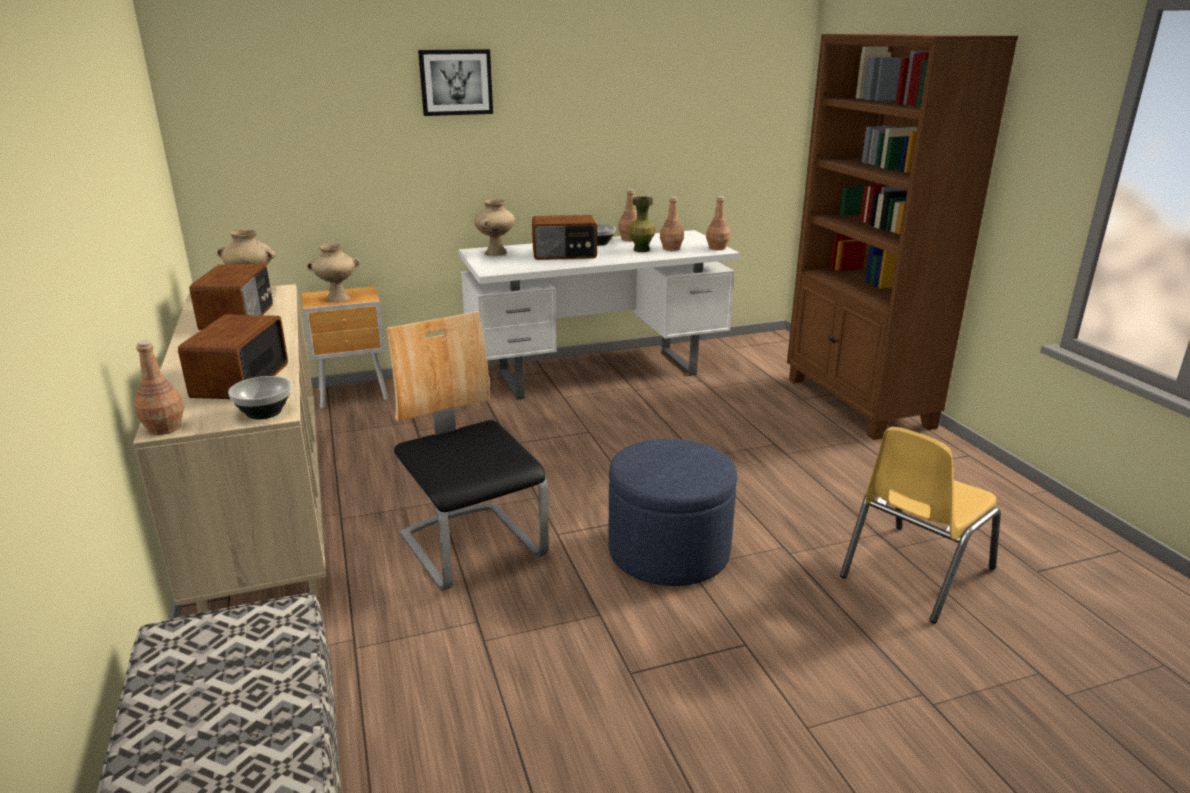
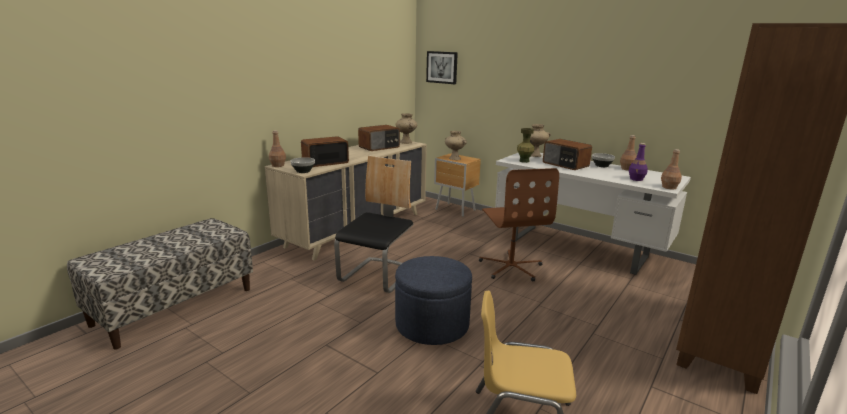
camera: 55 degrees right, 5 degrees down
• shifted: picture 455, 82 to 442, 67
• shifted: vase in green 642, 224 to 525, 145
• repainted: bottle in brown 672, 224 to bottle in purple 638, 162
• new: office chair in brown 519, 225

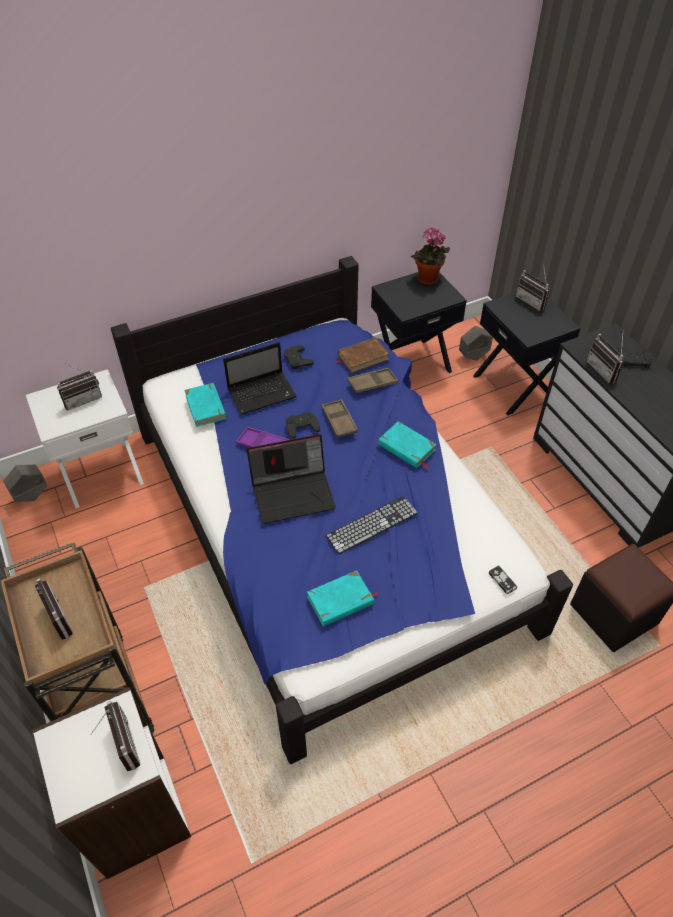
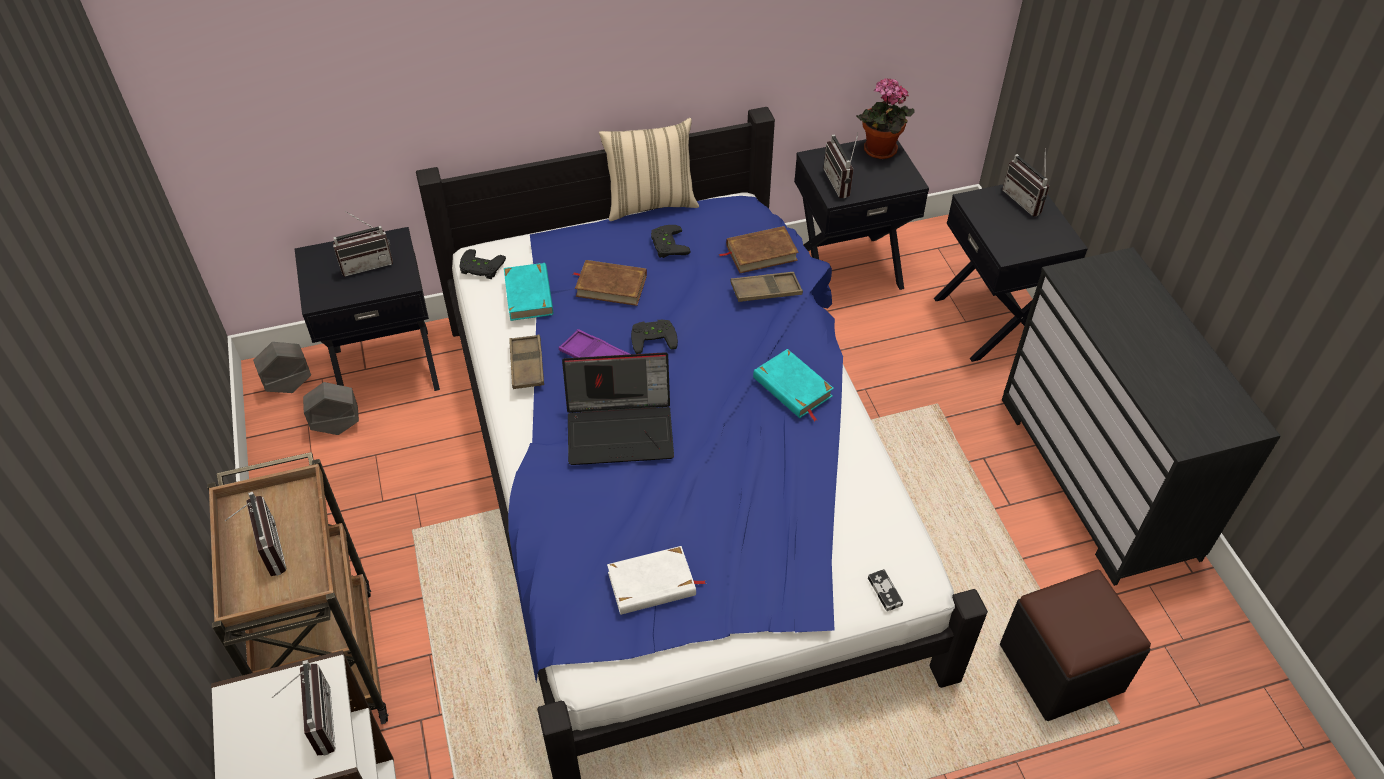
camera: 10 degrees right, 0 degrees up
• repainted: nightstand in white 85, 438 to nightstand in black 367, 309
• swapped: laptop 260, 378 to book in brown 610, 283
• repainted: book in turquoise 343, 598 to book in white 656, 580
• shifted: tray in brown 340, 418 to 526, 361
• gone: keyboard 371, 525
• shifted: planter in grey 476, 343 to 331, 408
• shifted: radio 605, 359 to 841, 165
• shifted: game controller in black 635, 358 to 483, 264
• new: pillow in beige 649, 169

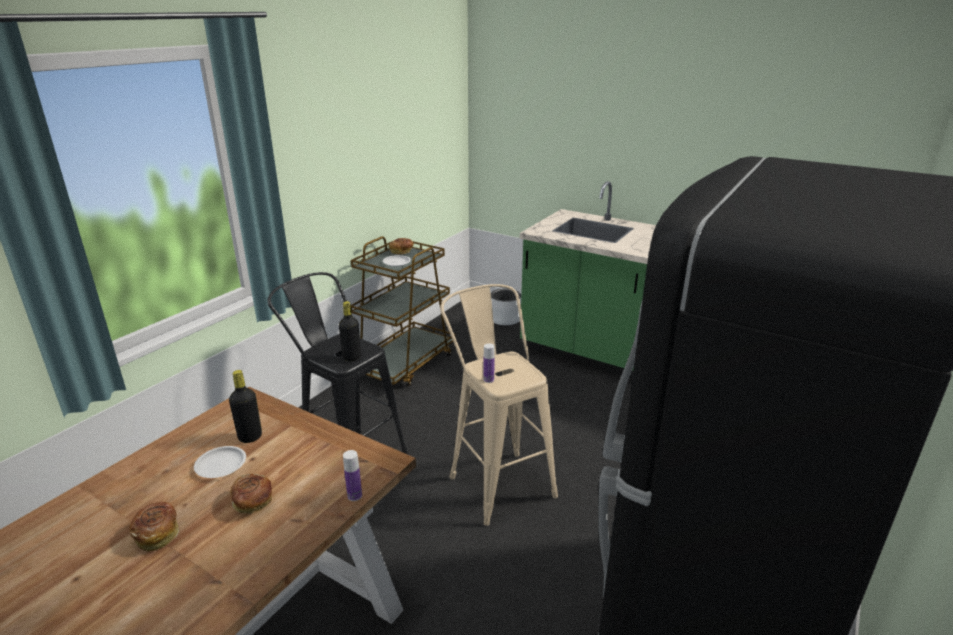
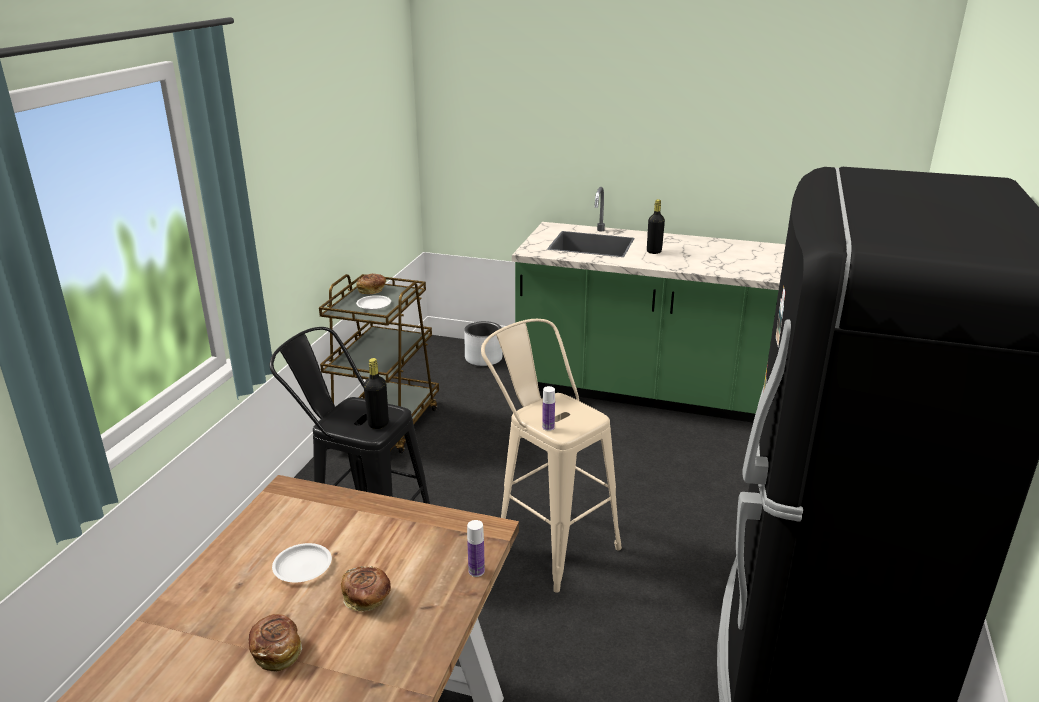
camera: 15 degrees left, 0 degrees up
• shifted: bottle in black 245, 406 to 656, 226

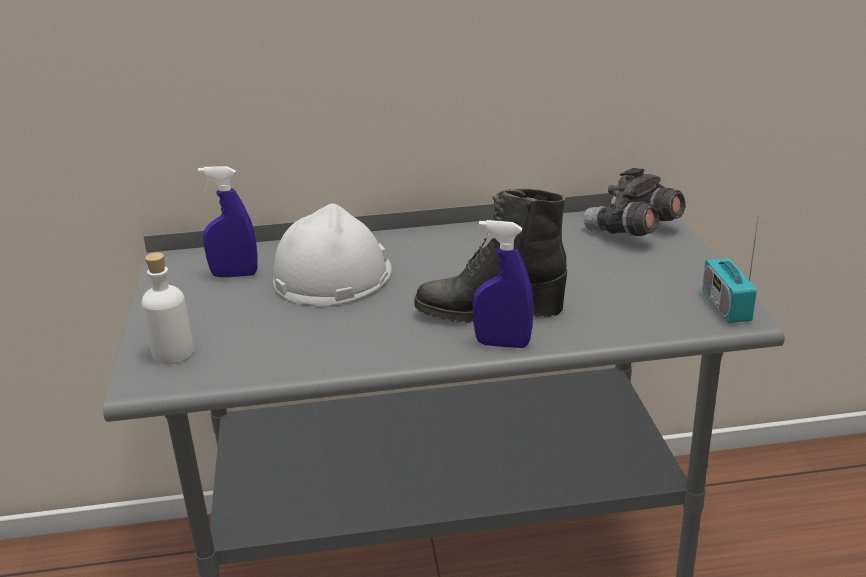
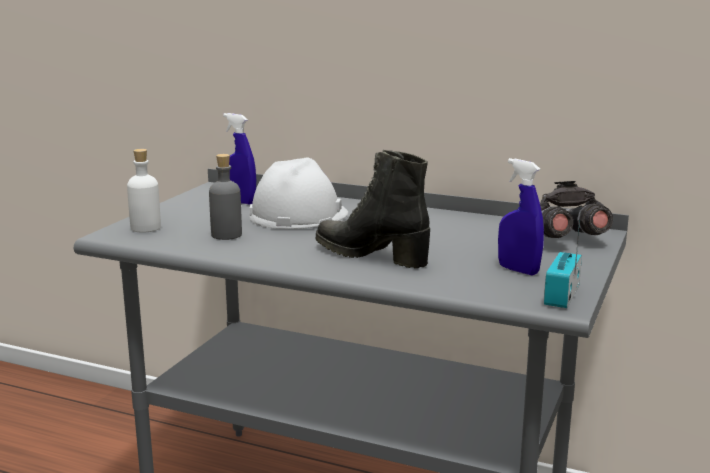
camera: 30 degrees right, 10 degrees down
• shifted: spray bottle in blue 503, 284 to 521, 216
• new: bottle in grey 225, 197

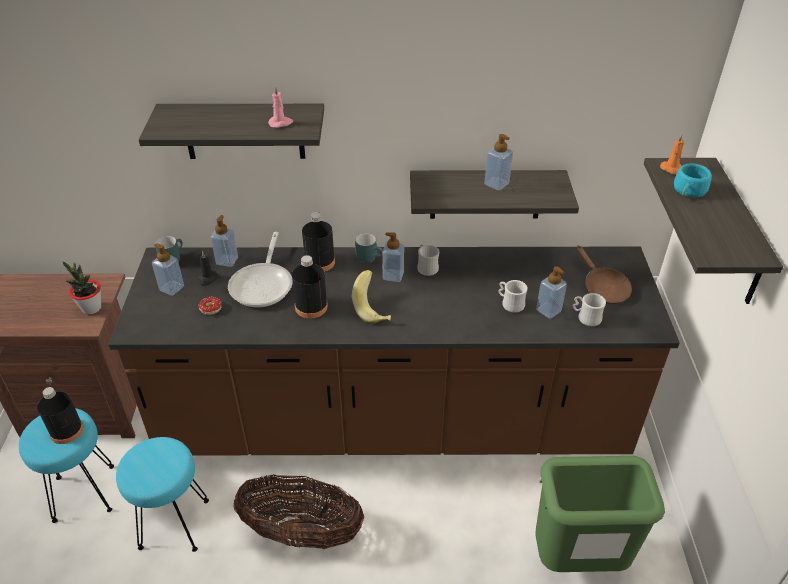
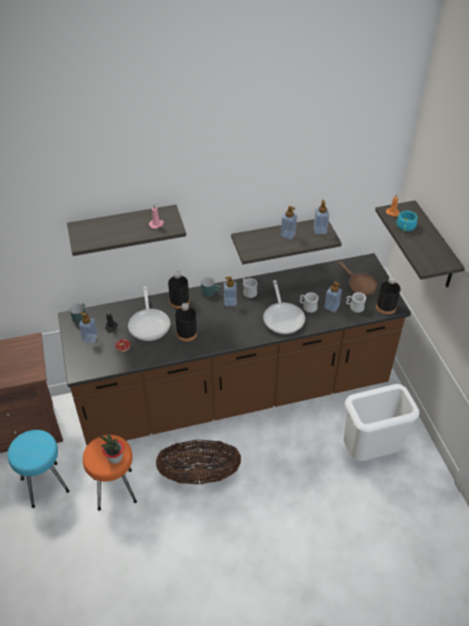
camera: 15 degrees left, 5 degrees up
• shifted: bottle in black 60, 415 to 388, 296
• shifted: potted plant 81, 287 to 112, 449
• repainted: stool in turquoise 162, 494 to stool in orange 110, 473
• shifted: soap dispenser 224, 241 to 321, 217
• gone: banana 371, 296
• repainted: trash can in green 600, 514 to trash can in white 381, 422
• new: frying pan 284, 307

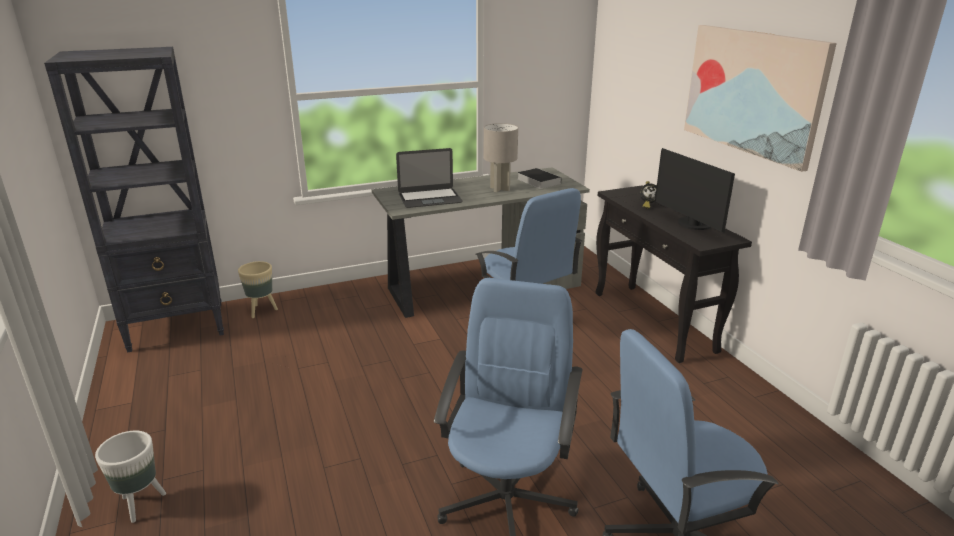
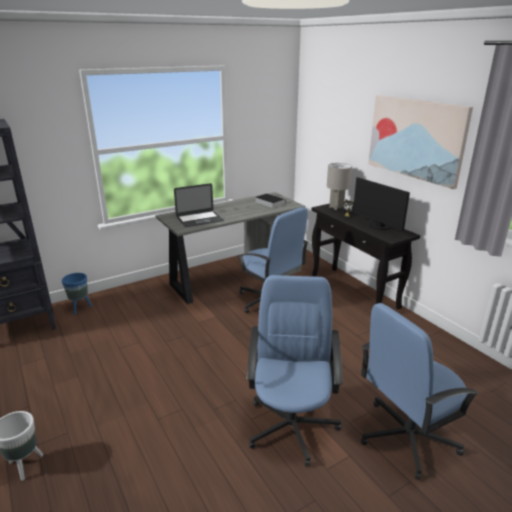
camera: 10 degrees left, 0 degrees up
• repainted: planter in beige 258, 289 to planter in blue 77, 294
• shifted: table lamp in grey 501, 157 to 339, 186

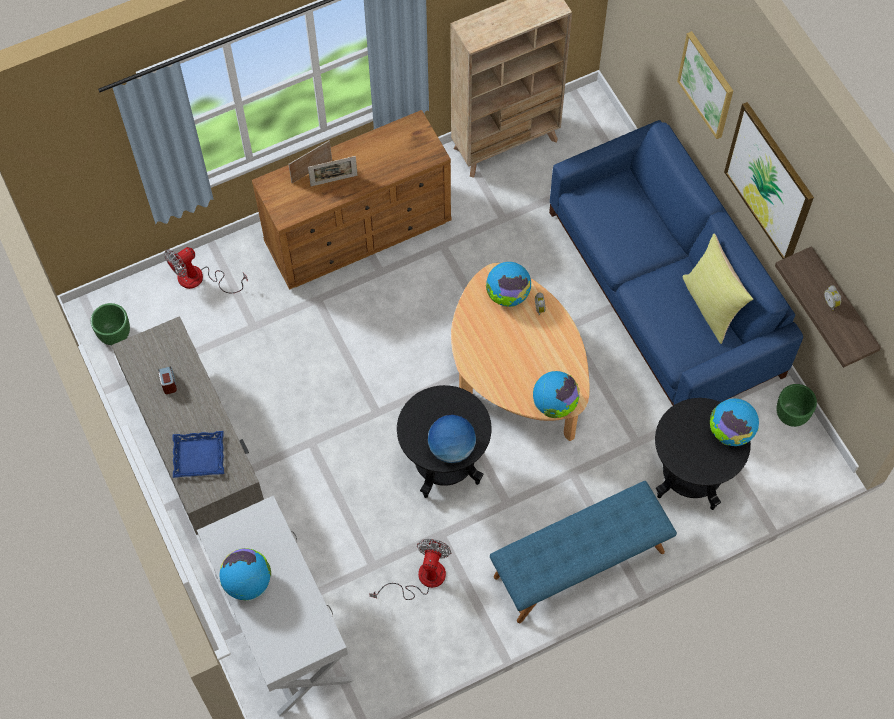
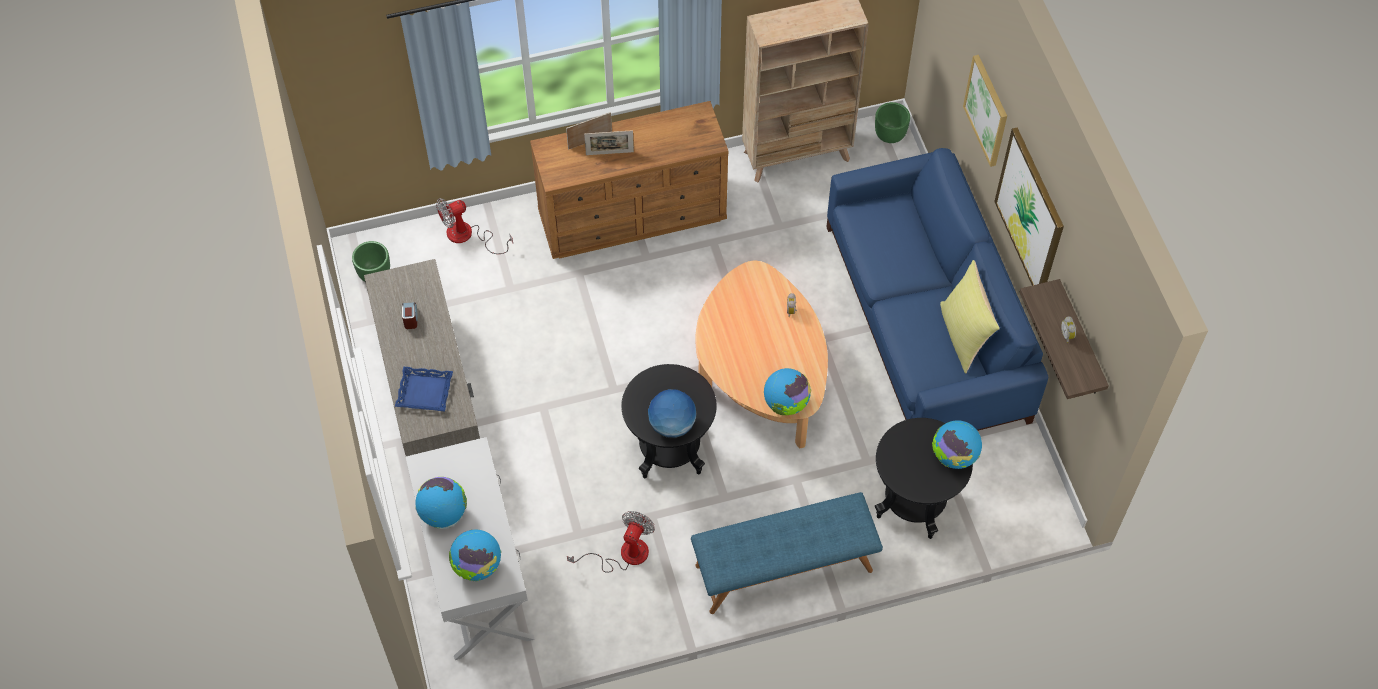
camera: 10 degrees right, 5 degrees down
• shifted: globe 508, 284 to 475, 555
• shifted: planter in green 797, 405 to 892, 122

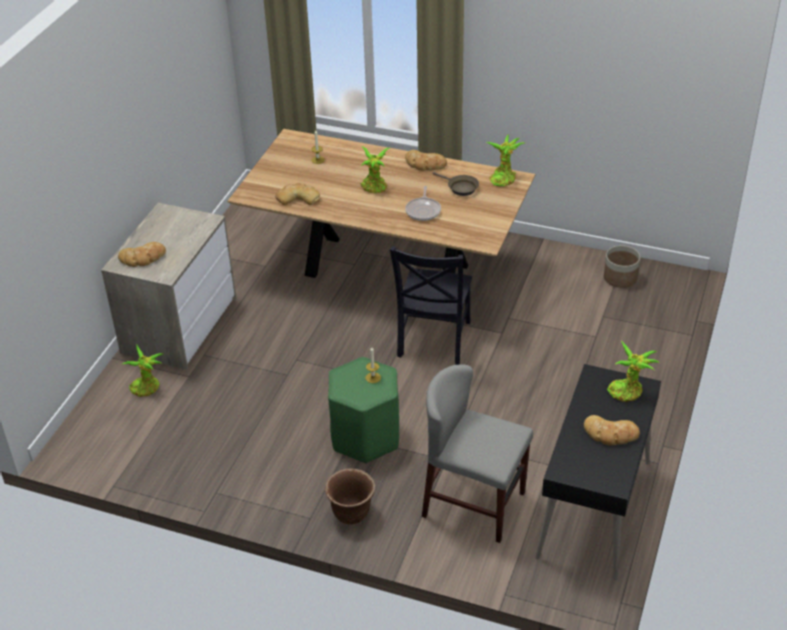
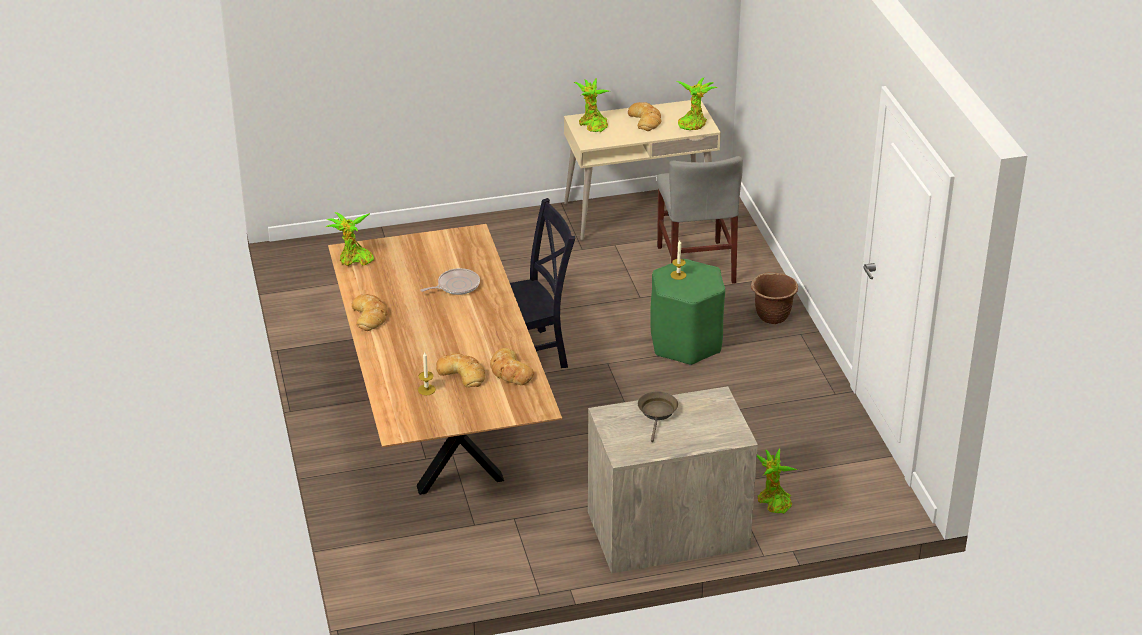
camera: 125 degrees left, 5 degrees down
• shifted: bread 142, 254 to 460, 370
• shifted: potted plant 374, 169 to 697, 104
• shifted: frying pan in brown 456, 184 to 658, 416
• repainted: desk in black 598, 472 to desk in beige 642, 170
• gone: planter 622, 266

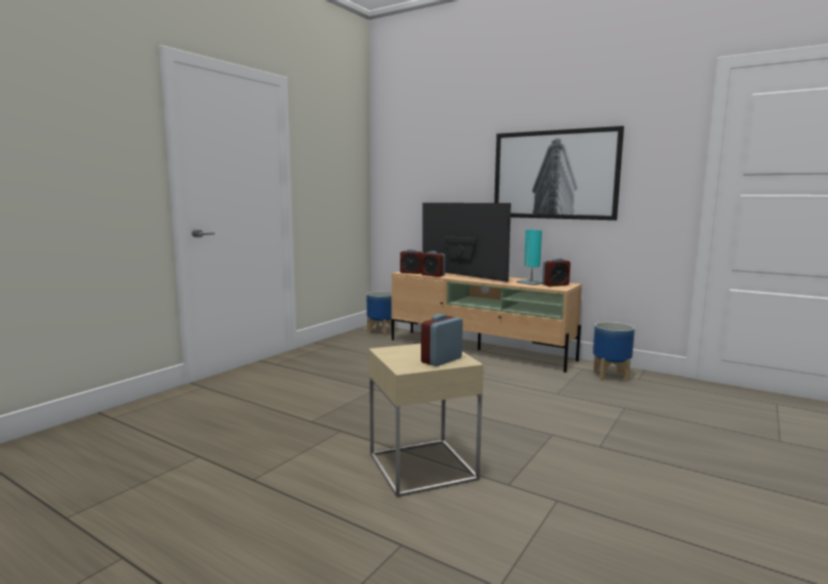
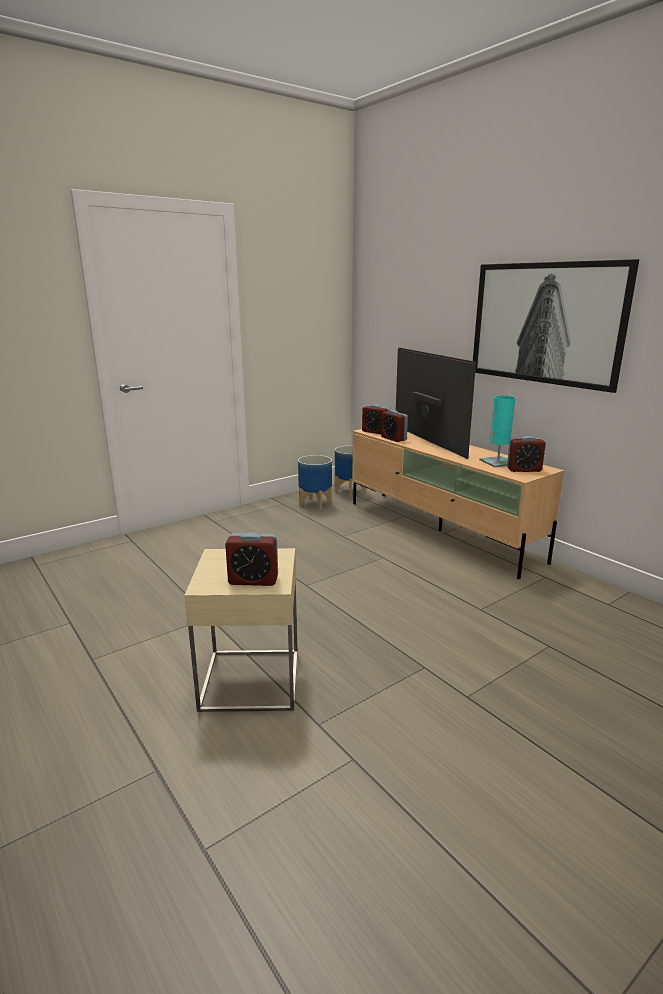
camera: 20 degrees right, 10 degrees up
• rotated: alarm clock 442, 340 = 251, 559 150 degrees counterclockwise
• shifted: planter 614, 351 to 315, 482

